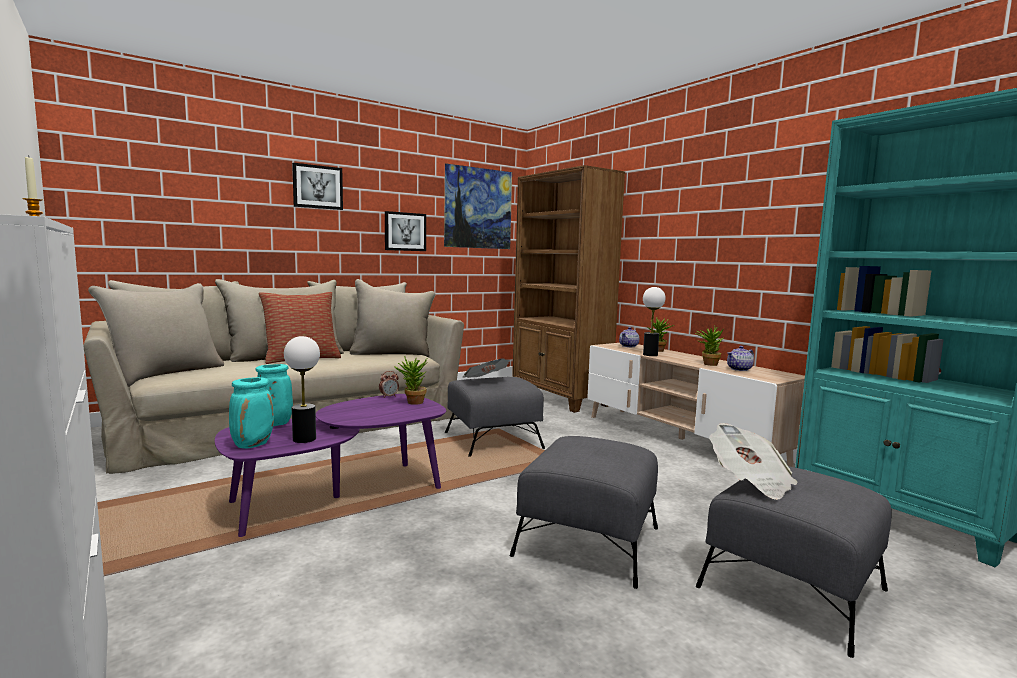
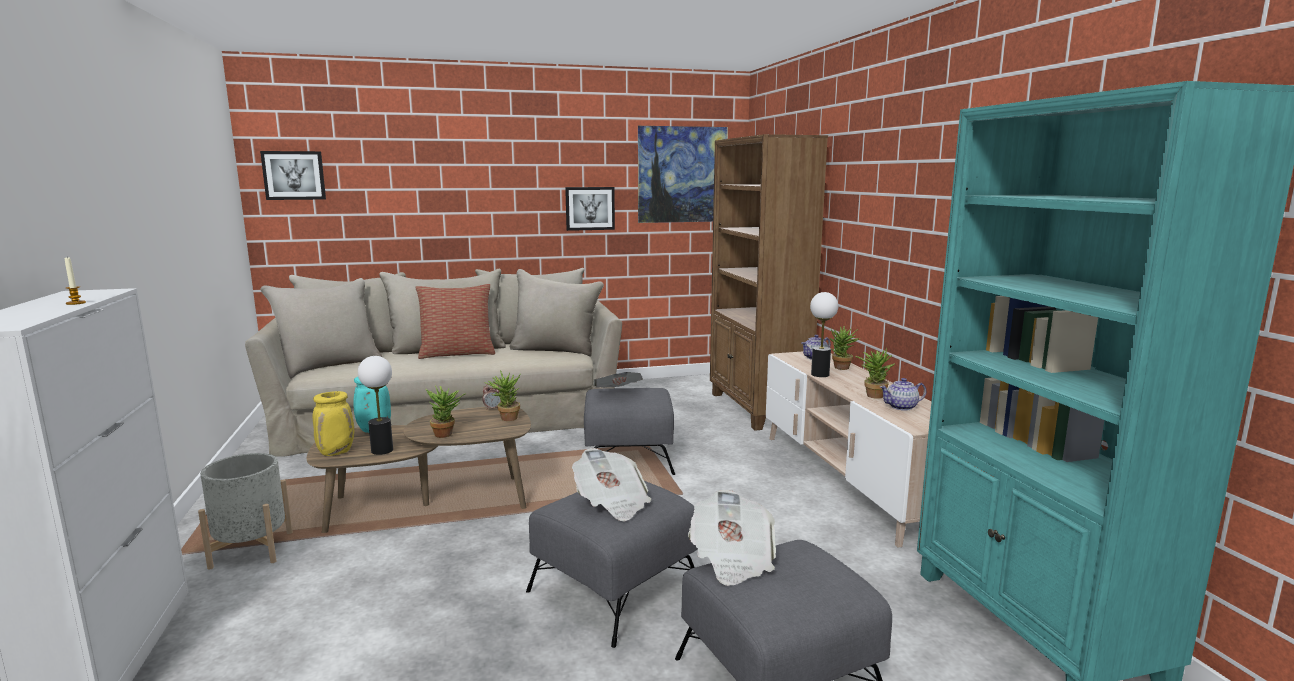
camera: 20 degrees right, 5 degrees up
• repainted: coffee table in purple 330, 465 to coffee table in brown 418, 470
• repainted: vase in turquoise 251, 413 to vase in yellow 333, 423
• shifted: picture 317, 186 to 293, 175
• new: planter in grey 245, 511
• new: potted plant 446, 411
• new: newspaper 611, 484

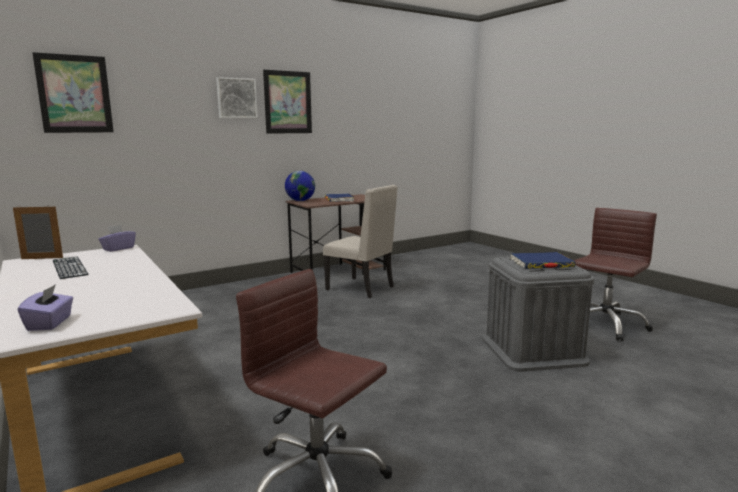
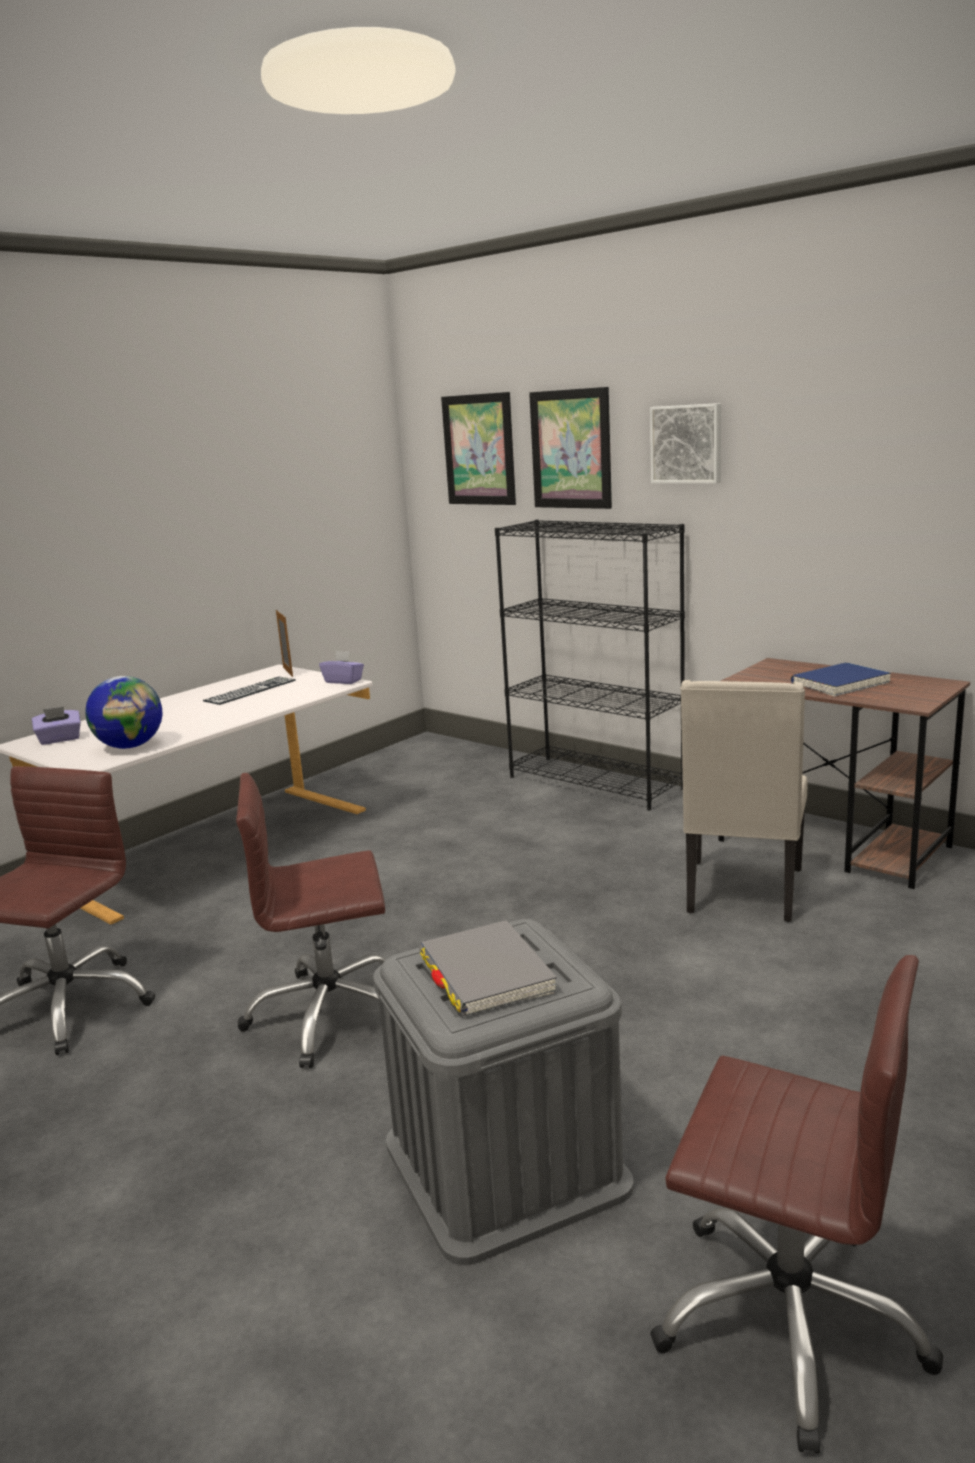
camera: 75 degrees right, 5 degrees up
• shifted: picture 287, 102 to 570, 448
• shifted: globe 300, 186 to 123, 712
• repainted: book in blue 543, 260 to book in grey 488, 968
• new: office chair in brown 311, 920
• new: bookcase in black 590, 665

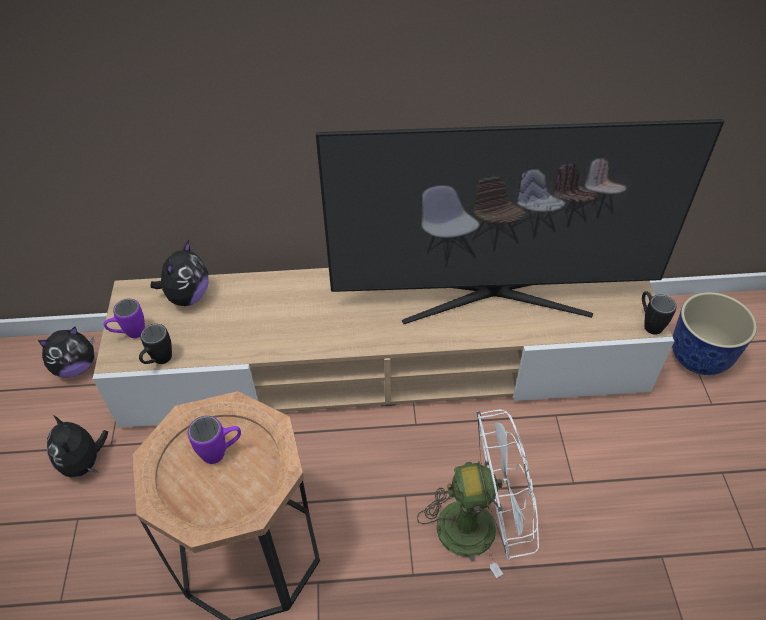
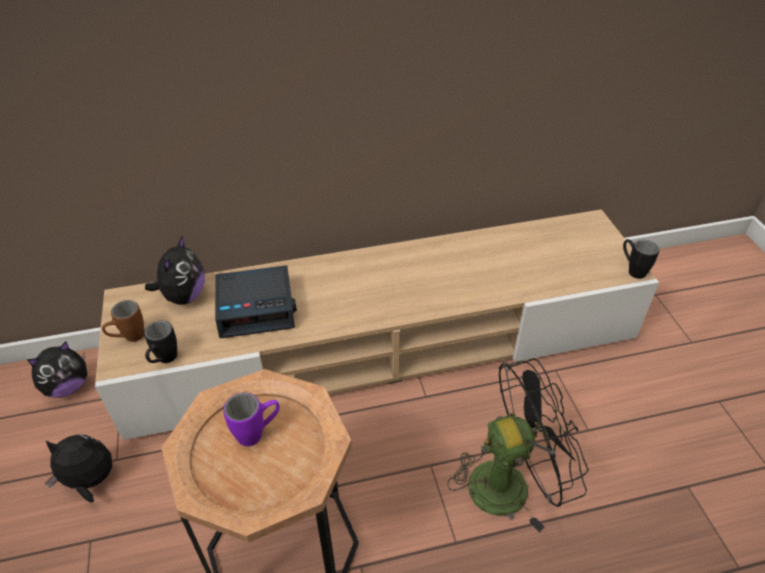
camera: 10 degrees left, 5 degrees down
• rotated: plush toy 77, 446 = 78, 469 120 degrees clockwise
• repainted: mug in purple 124, 318 to mug in brown 123, 321
• gone: television 520, 221
• repainted: fan in white 478, 493 to fan in black 518, 445
• gone: planter 714, 333
• new: alarm clock 256, 301

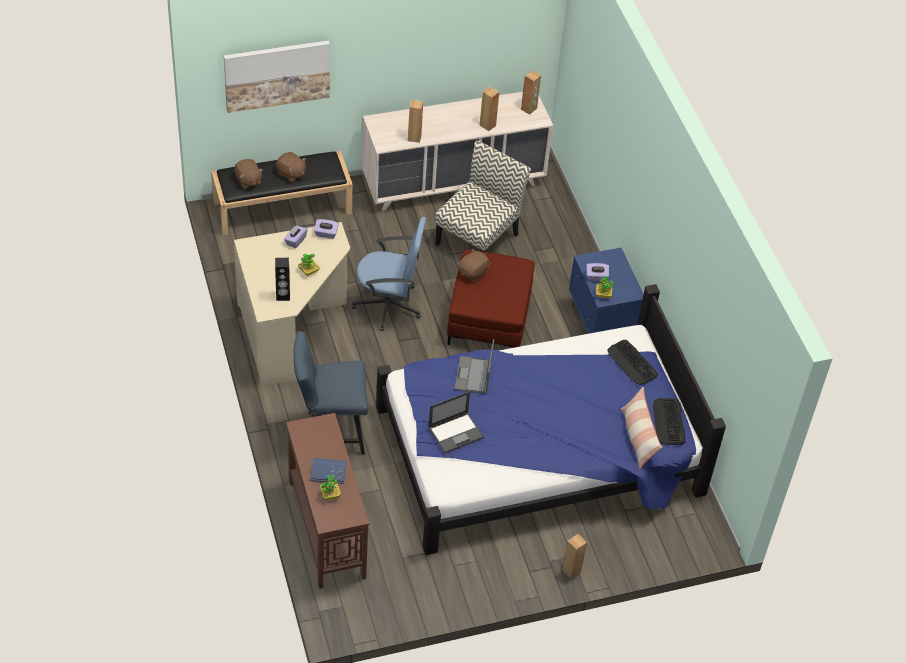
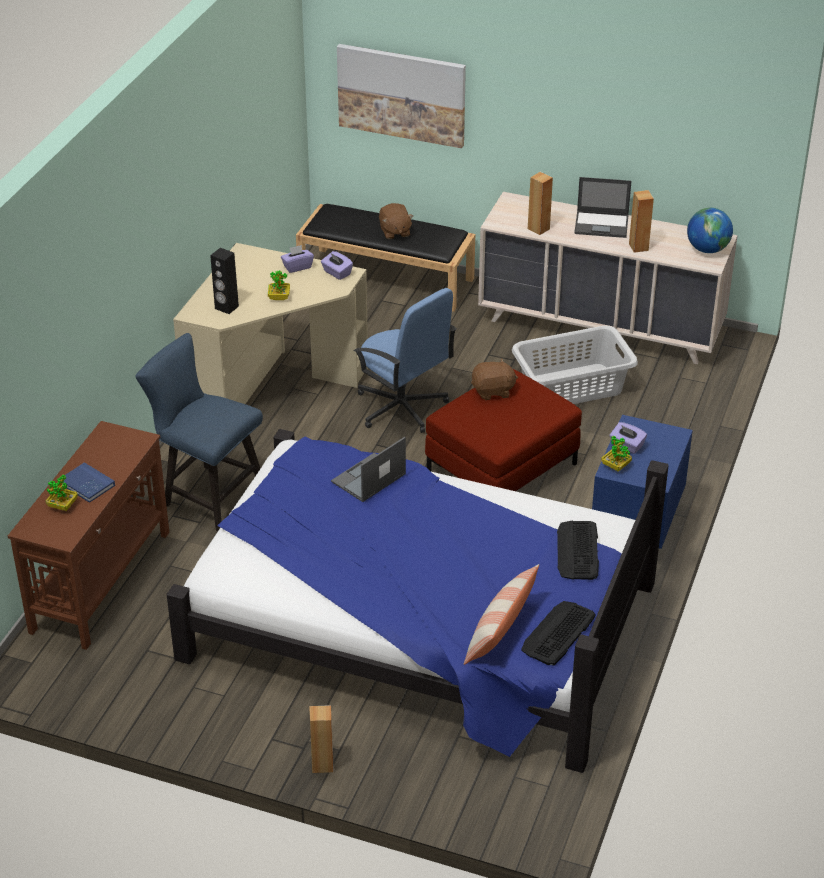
camera: 40 degrees right, 10 degrees down
• gone: plush toy in brown 248, 174
• shifted: laptop 456, 422 to 603, 207
• swapped: chair 483, 196 to laundry basket in grey 575, 365
• swapped: speaker in brown 531, 93 to globe 710, 230

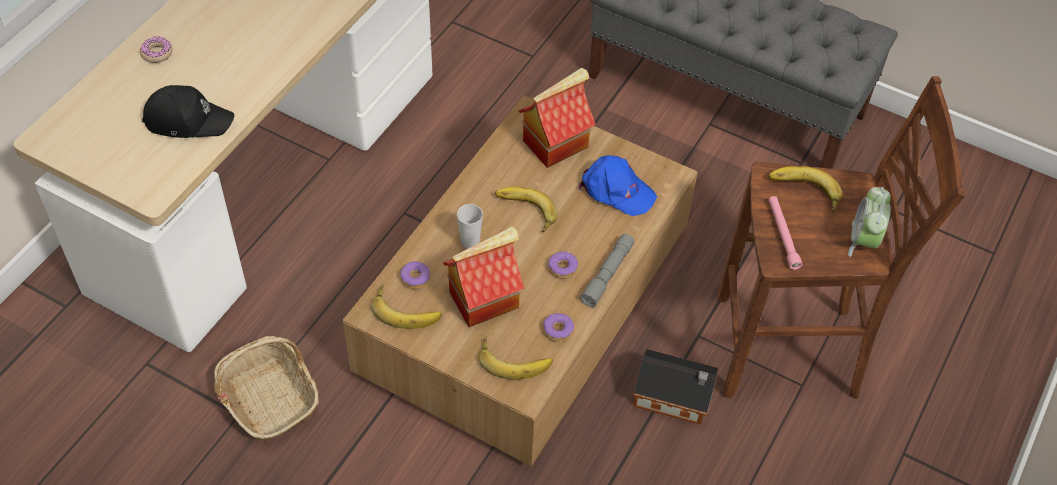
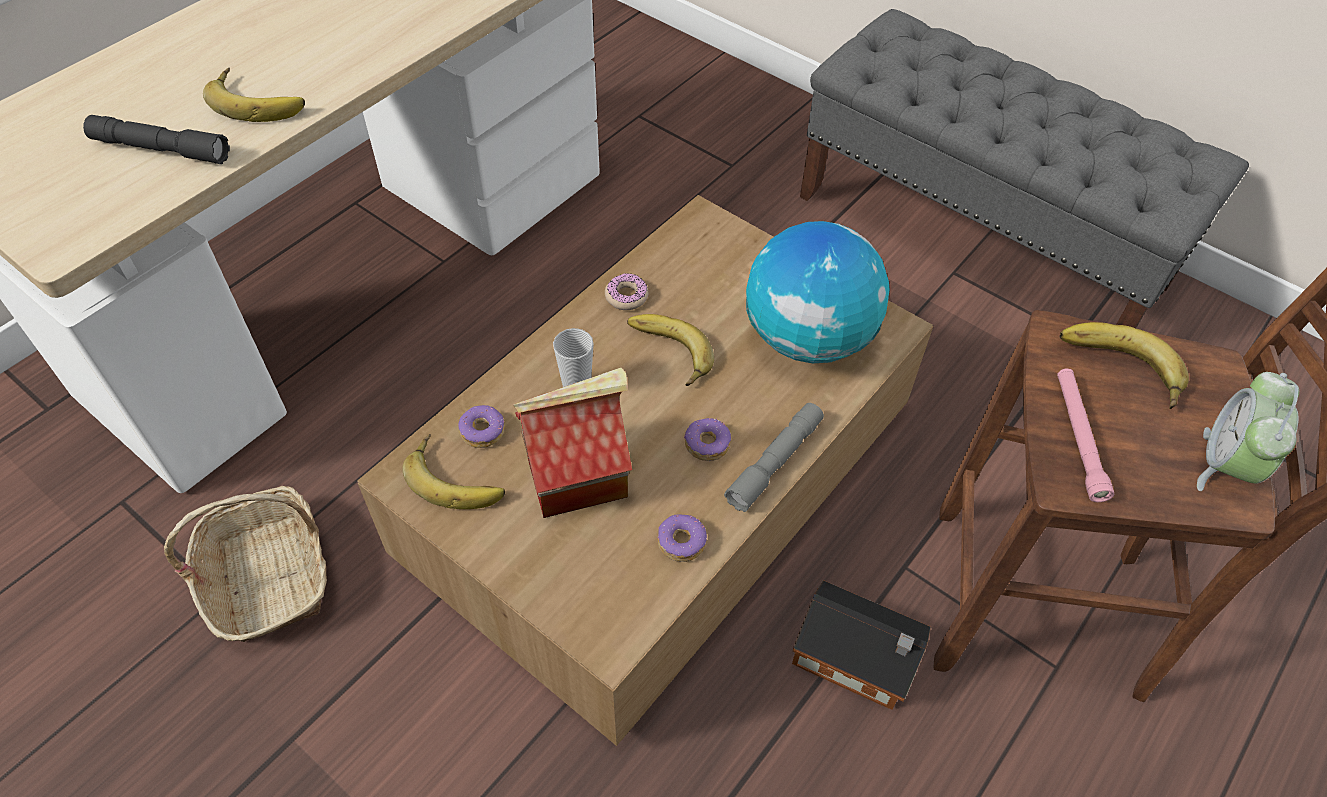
camera: 10 degrees right, 0 degrees up
• shifted: donut 156, 49 to 626, 291
• swapped: cap in black 188, 111 to flashlight in grey 156, 139
• shifted: banana 515, 358 to 254, 95
• gone: toy house 557, 118
• swapped: cap in blue 618, 185 to globe 818, 292

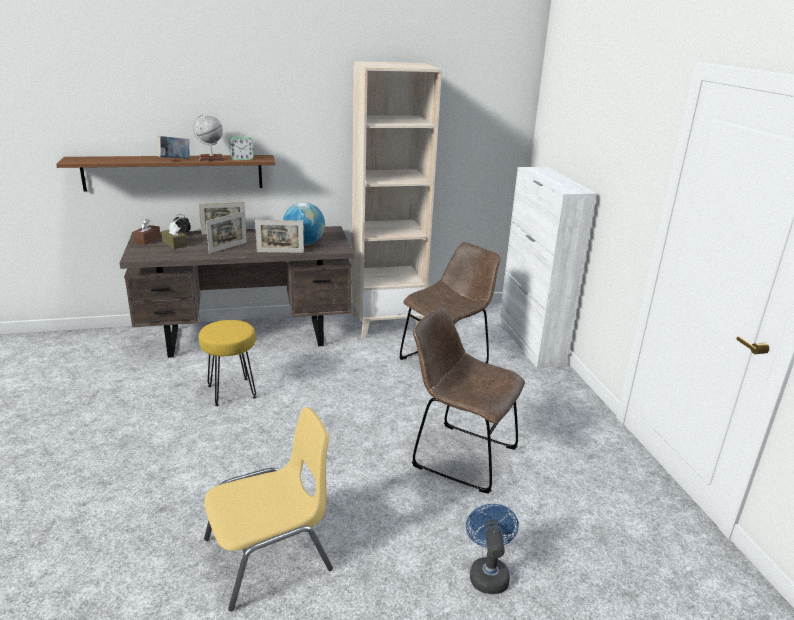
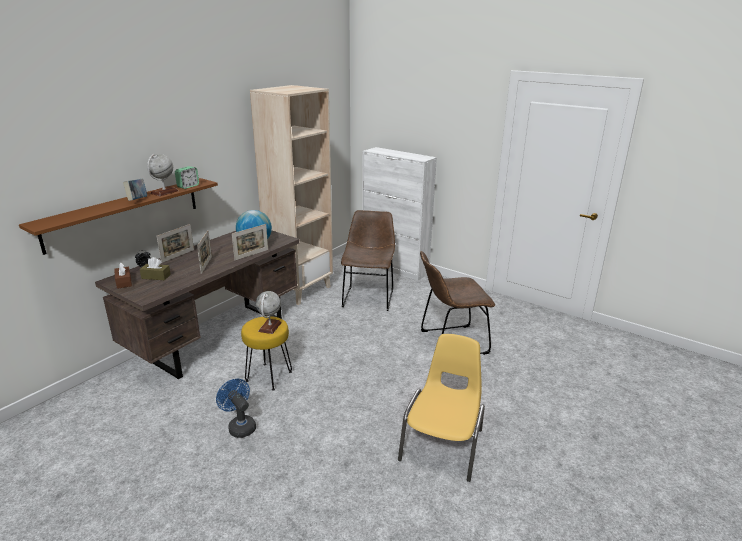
camera: 40 degrees left, 0 degrees up
• shifted: fan in blue 492, 549 to 236, 408
• new: globe 269, 312

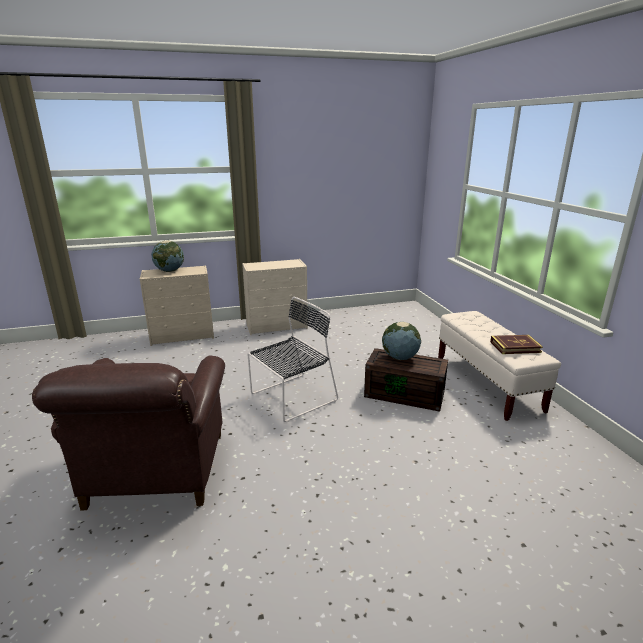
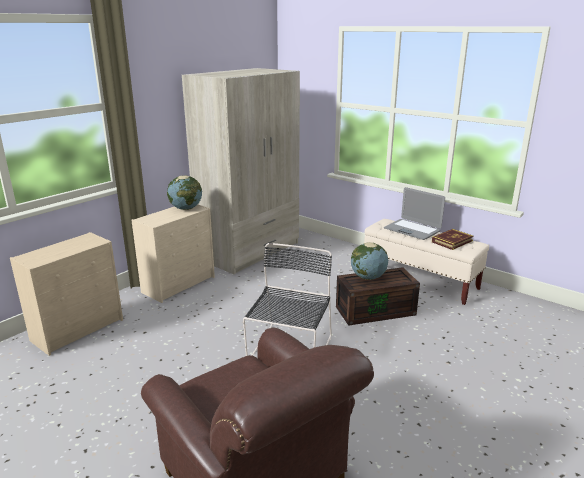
camera: 35 degrees left, 0 degrees up
• shifted: globe 167, 256 to 184, 193
• new: wardrobe in beige 241, 171
• new: laptop 414, 213

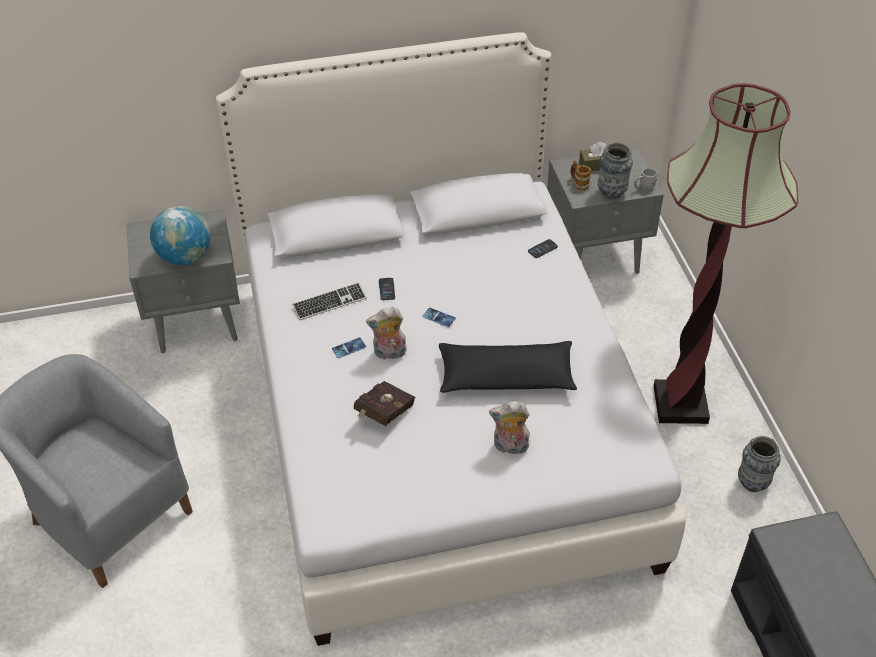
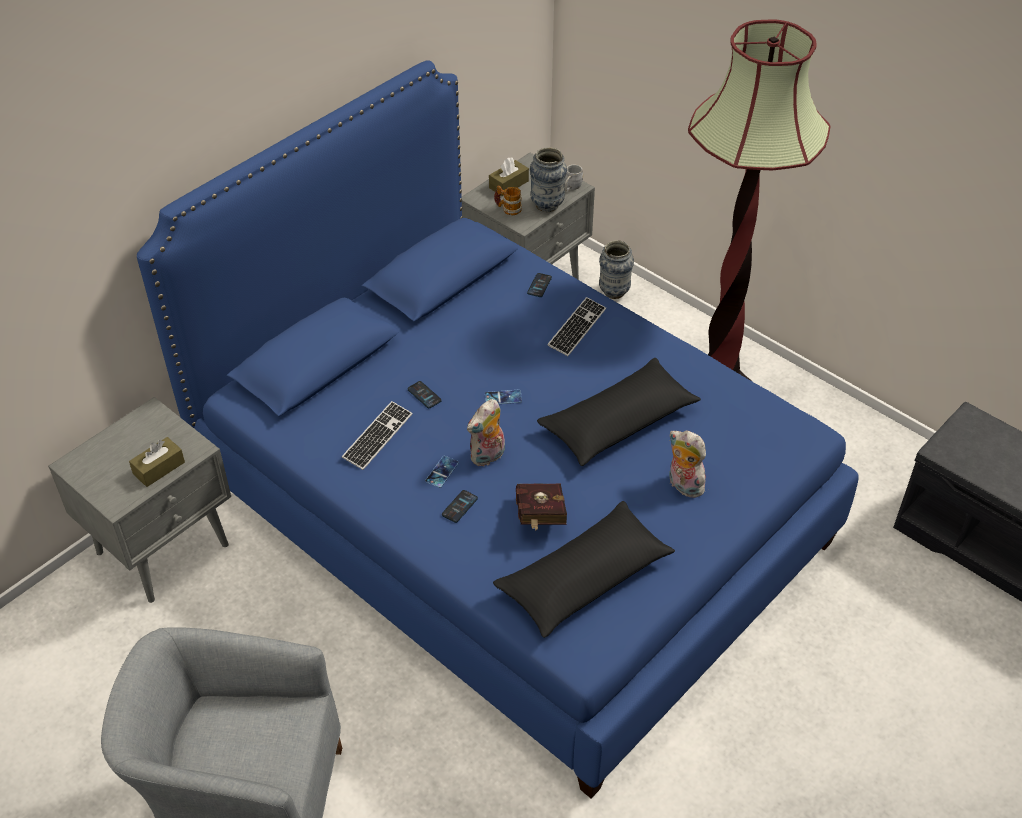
camera: 35 degrees left, 0 degrees up
• swapped: globe 180, 235 to tissue box in brown 157, 462
• repainted: bed in white 451, 339 to bed in blue 498, 429
• rotated: plush toy 509, 428 = 687, 464 75 degrees clockwise
• shifted: vase 759, 464 to 616, 269
• new: phone 460, 506
• new: pillow in black 584, 569
• new: keyboard 577, 326

